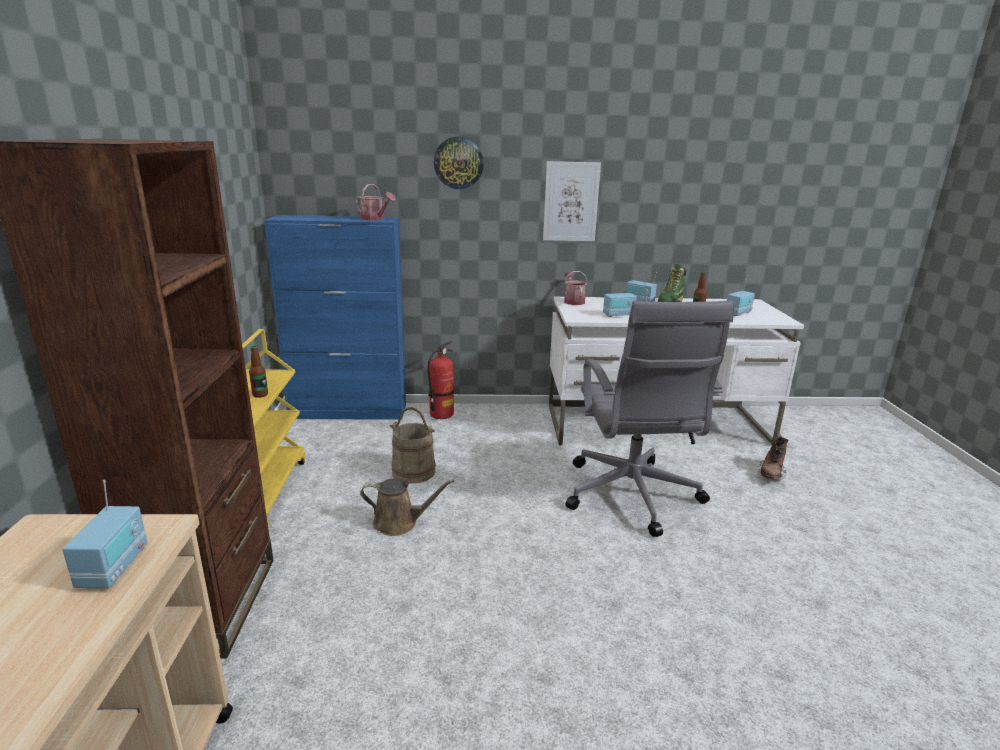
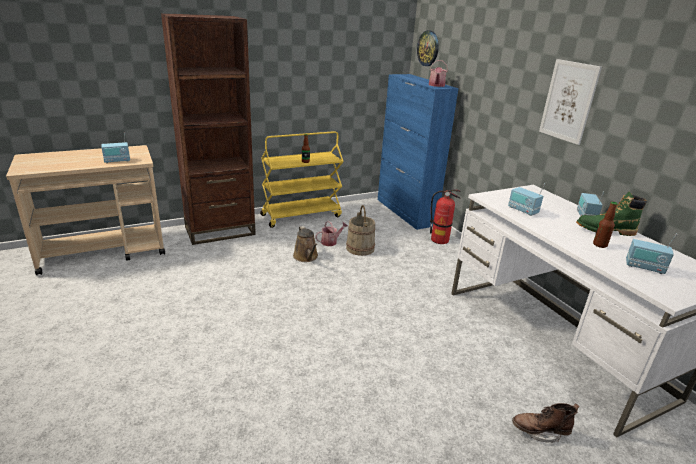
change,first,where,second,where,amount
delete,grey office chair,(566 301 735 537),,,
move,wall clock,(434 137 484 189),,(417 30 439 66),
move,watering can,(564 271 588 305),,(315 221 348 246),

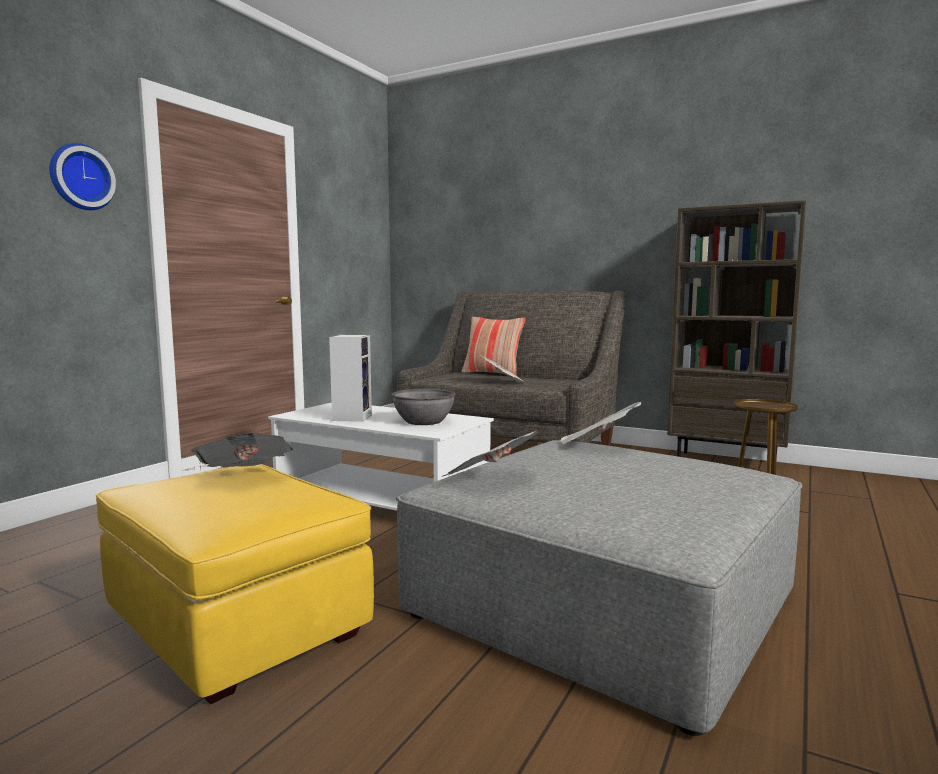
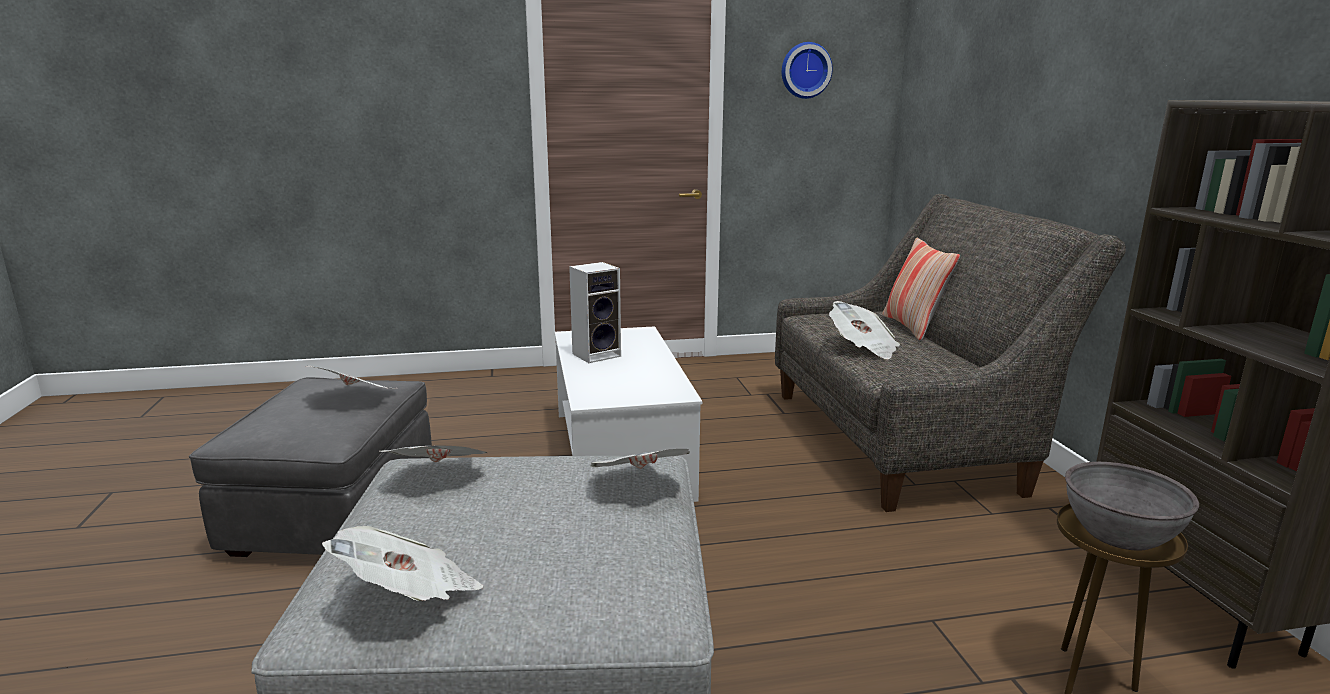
change,first,where,second,where,amount
insert,,,newspaper,(322 526 483 601),
move,wall clock,(50 143 116 210),,(782 42 833 99),
move,grey bowl,(391 389 456 425),,(1065 462 1199 551),
recolor,yellow ottoman,(96 464 374 704),grey ottoman,(189 377 432 557),

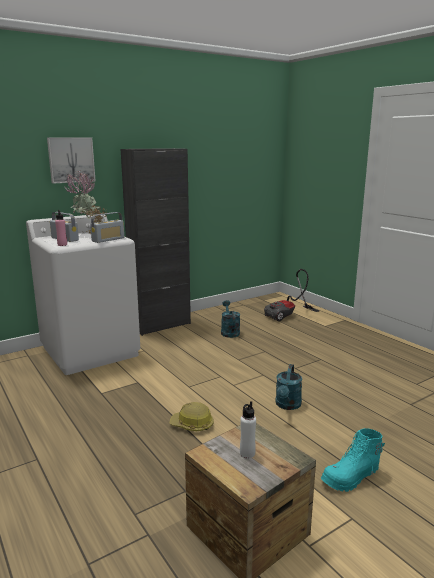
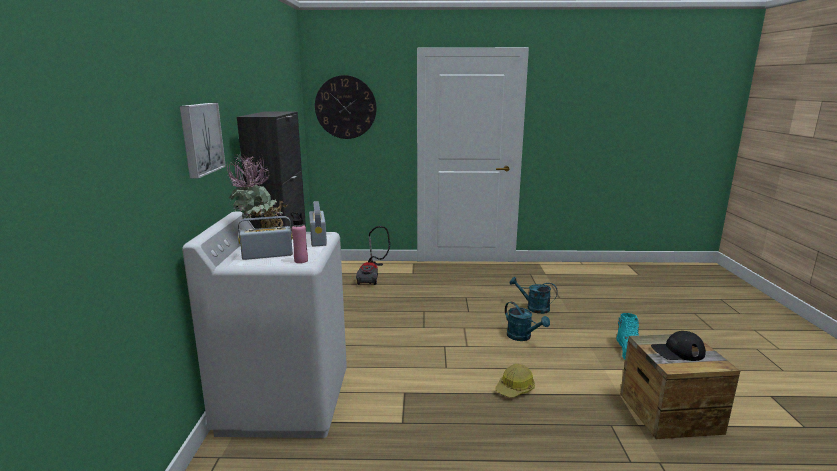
change,first,where,second,where,amount
insert,,,wall clock,(315 75 377 139),
move,turquoise watering can,(221 300 240 338),,(509 277 558 314),
replace,white bottle,(240 401 256 458),black cap,(651 331 706 361),

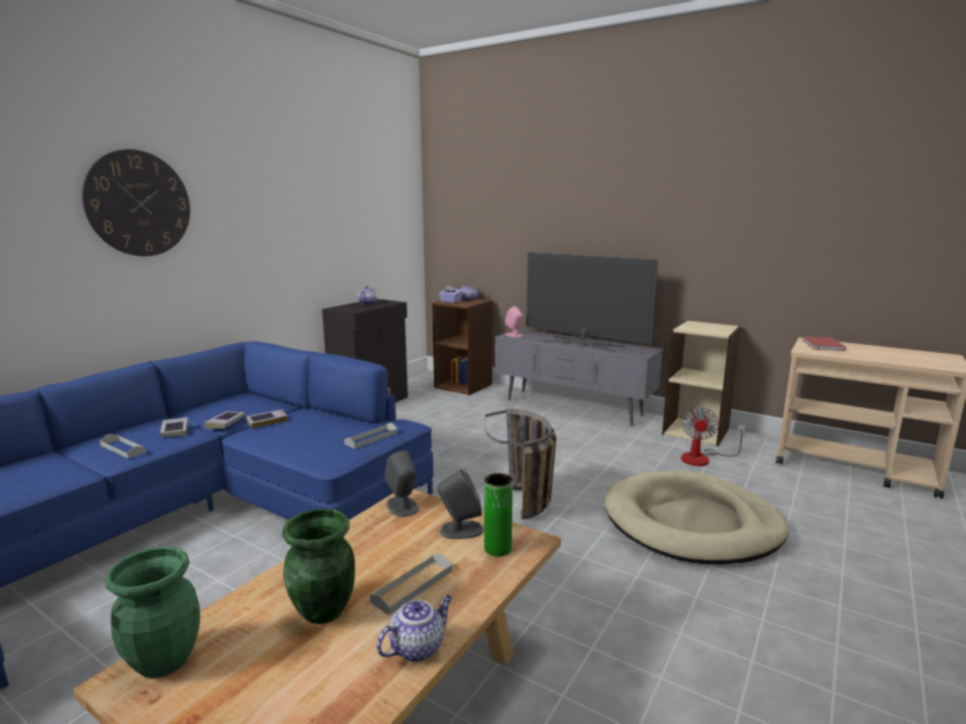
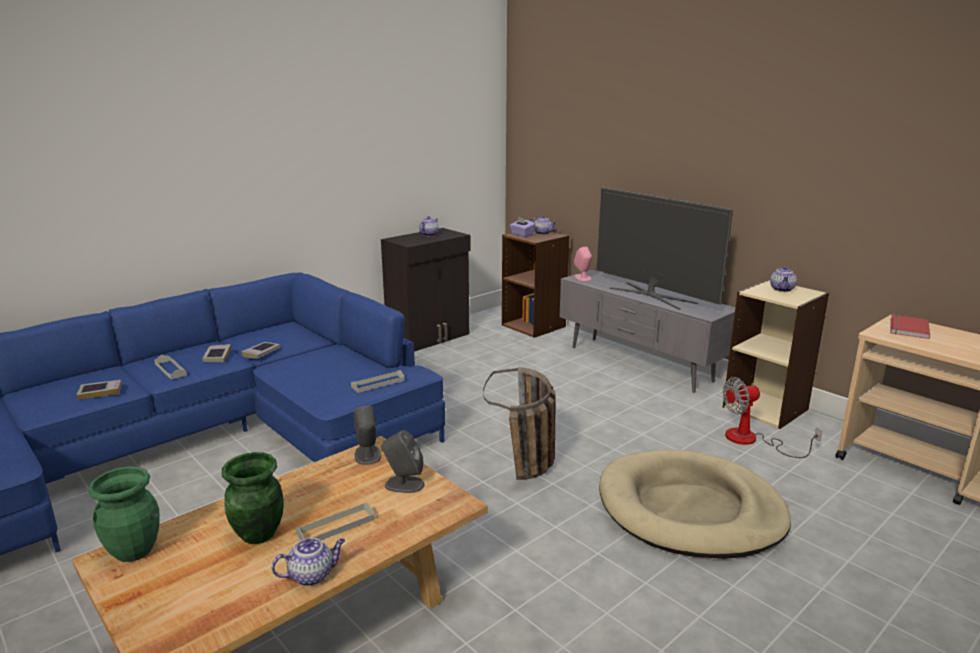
change,first,where,second,where,amount
delete,wall clock,(82 149 190 256),,,
delete,green vase,(484 473 513 557),,,
insert,,,teapot,(770 266 797 292),
move,book,(246 410 287 428),,(77 380 122 399),
rotate,fan,(681 407 746 466),,(723 377 822 458),45 degrees clockwise

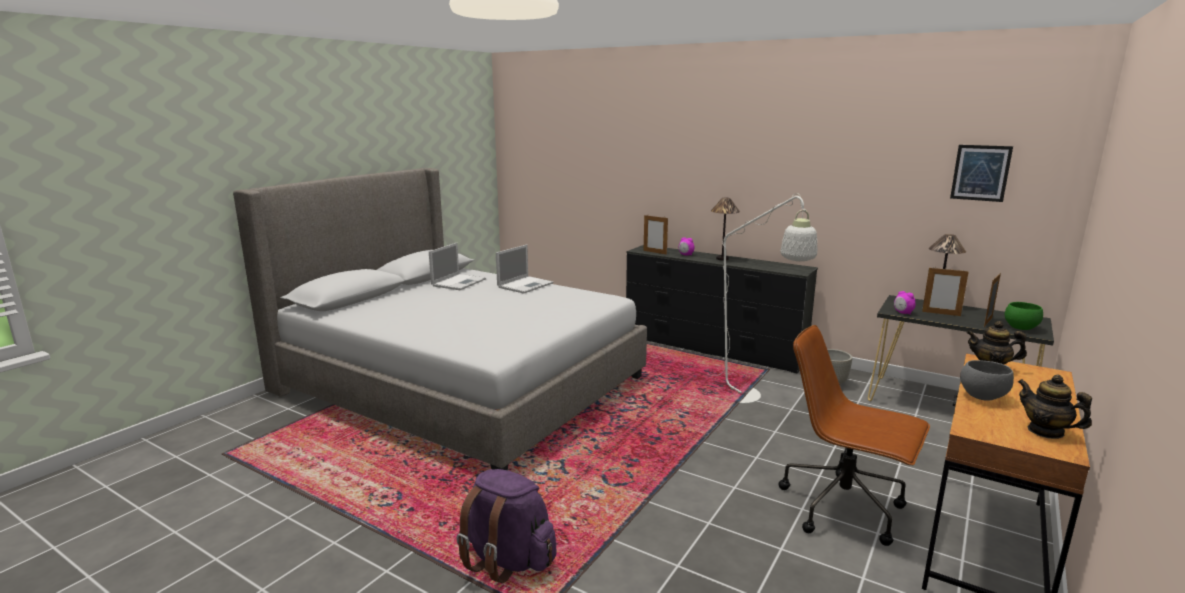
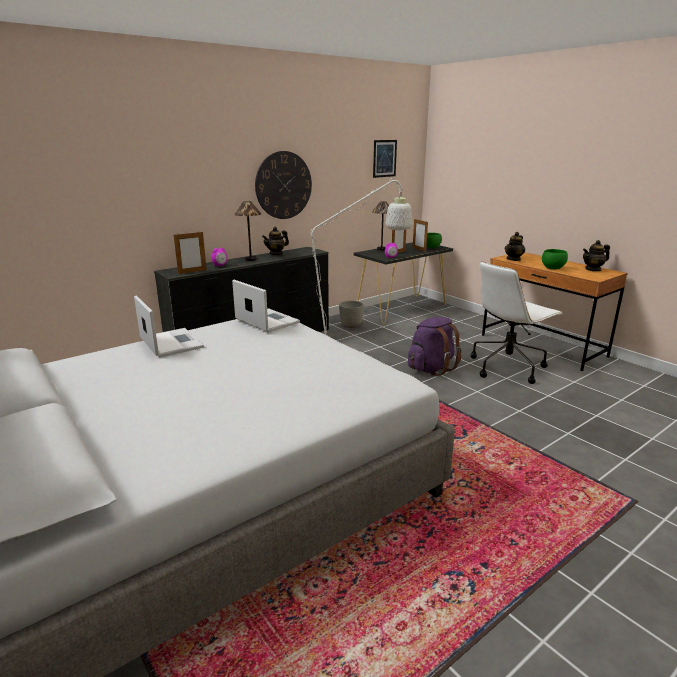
change,first,where,second,where,amount
insert,,,wall clock,(255 151 312 219),
insert,,,teapot,(262 227 289 256),
move,laptop,(429 243 486 290),,(232 280 300 333),
move,purple backpack,(456 469 557 583),,(408 317 462 376),
recolor,brown office chair,(779 325 930 546),white office chair,(471 261 563 384),
recolor,grey bowl,(960 360 1014 401),green bowl,(542 249 568 269),

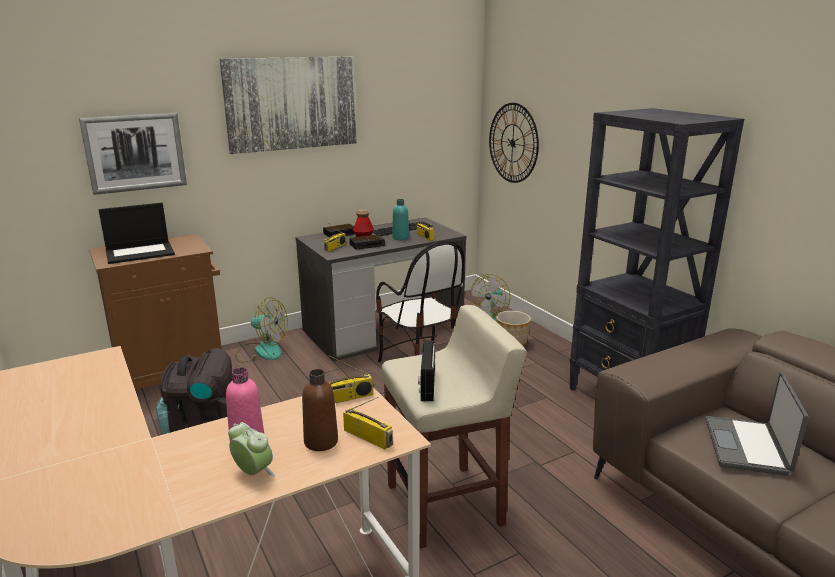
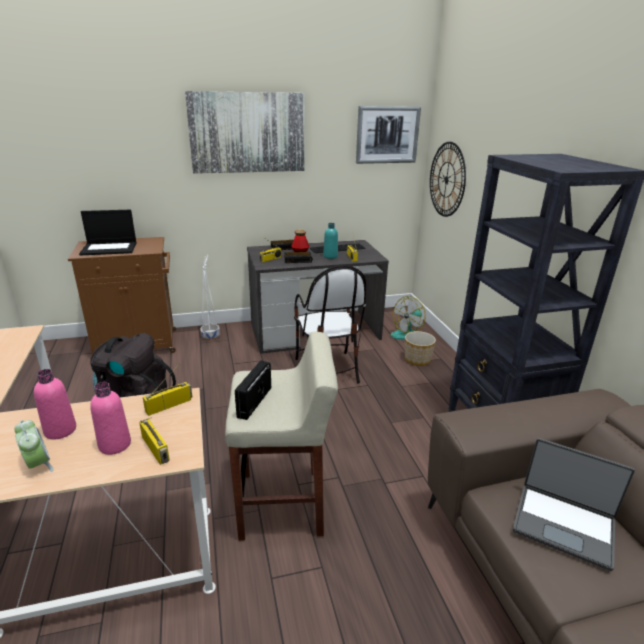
change,first,where,second,where,amount
move,picture,(79 113 187 195),,(356 106 421 164),
replace,fan,(235 297 288 363),white planter,(201 255 220 340),
recolor,brown bottle,(302 369 338 451),pink bottle,(90 382 131 455),
rotate,radio,(329 355 373 403),,(143 364 192 416),150 degrees clockwise
rotate,laptop,(705 373 808 476),,(513 438 635 571),90 degrees counterclockwise

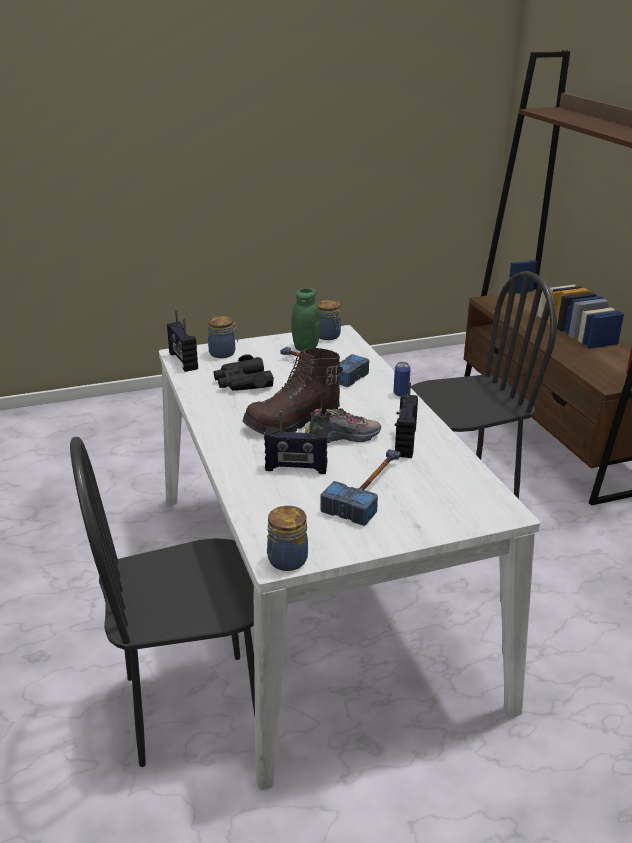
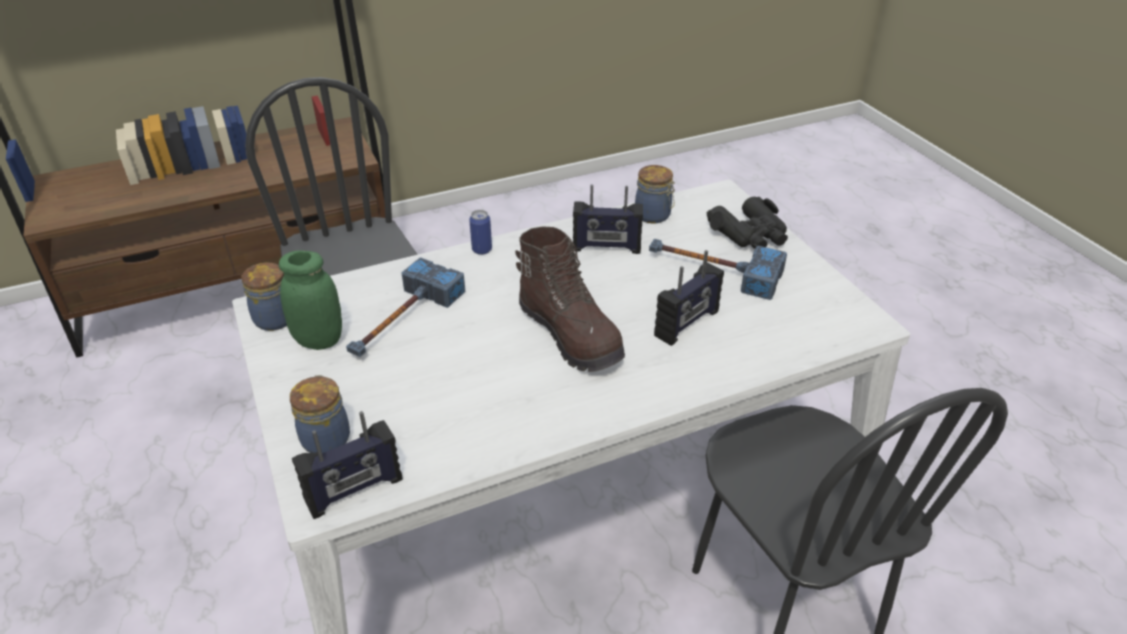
change,first,where,second,where,amount
delete,shoe,(305 408 381 443),,,
move,black binoculars,(214 354 274 391),,(707 197 788 249),
move,jar,(267 506 308 571),,(635 165 675 224),
rotate,radio,(264 411 328 474),,(654 250 724 346),45 degrees clockwise

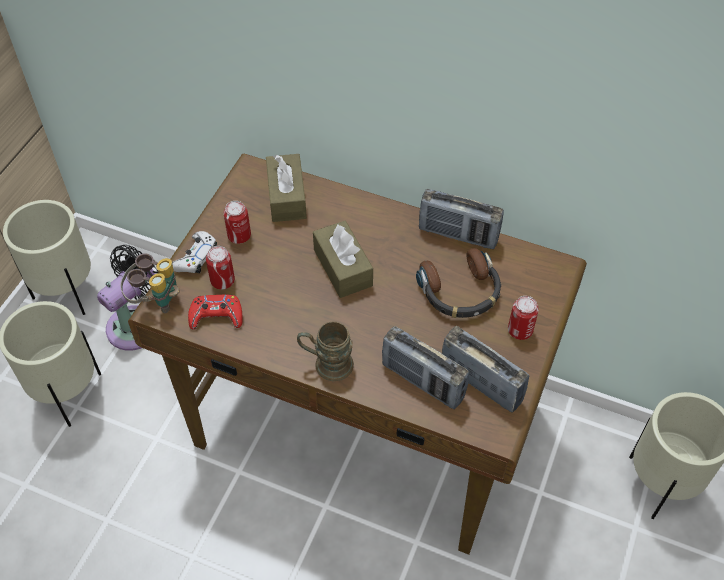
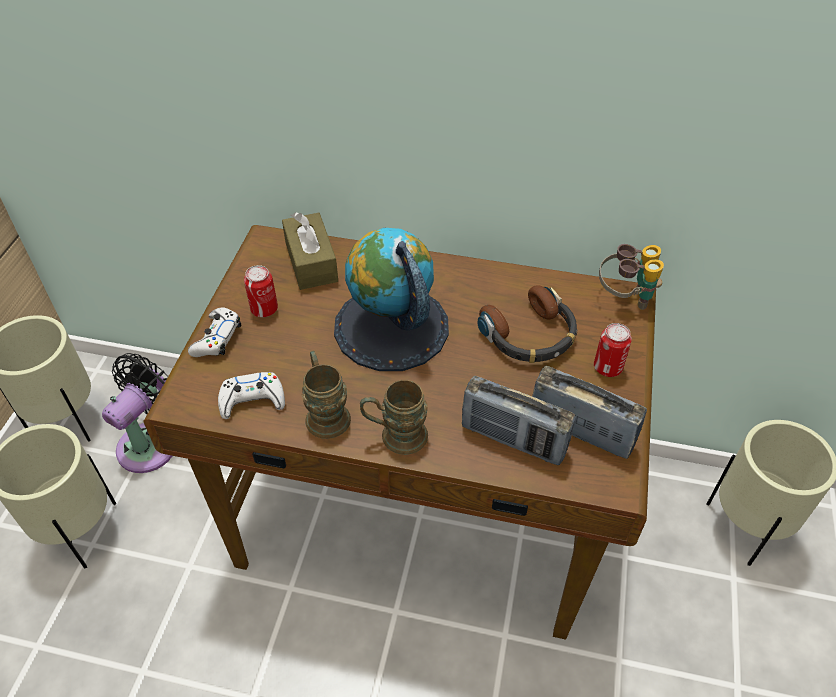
change,first,where,second,where,amount
delete,can,(206 246 235 289),,,
delete,radio,(419 189 504 249),,,
insert,,,brown mug,(301 351 351 439),
move,binoculars,(121 253 180 313),,(599 244 664 310),
replace,brown tissue box,(313 221 373 298),globe,(334 228 449 371),
recolor,red game controller,(188 295 243 330),white game controller,(218 372 285 419),

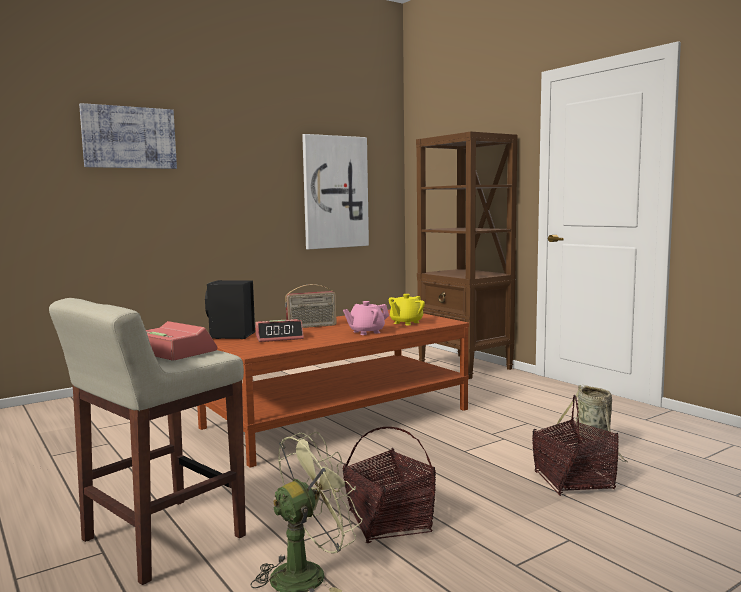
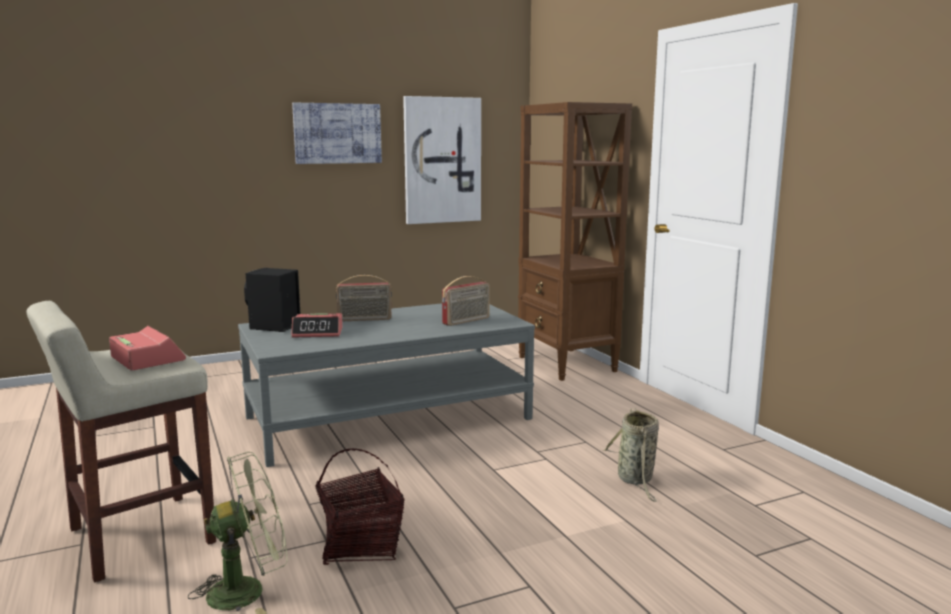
change,first,where,second,where,amount
delete,pink teapot,(343 301 389 335),,,
delete,basket,(532 395 618 496),,,
move,picture,(79 103 177 169),,(292 103 382 164),
replace,yellow teapot,(389 294 425 325),radio,(442 276 490 326),
recolor,brown coffee table,(197 310 469 468),grey coffee table,(238 303 535 467),

